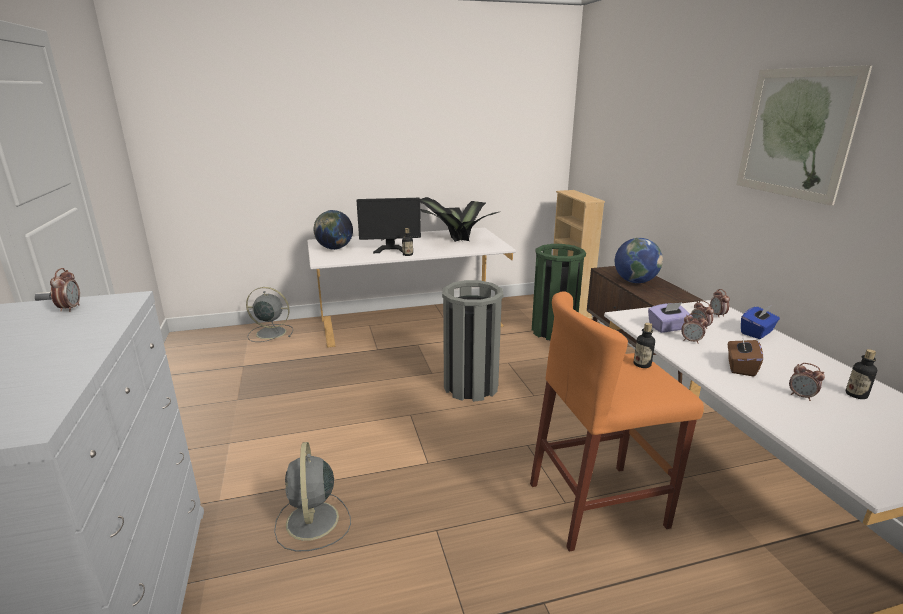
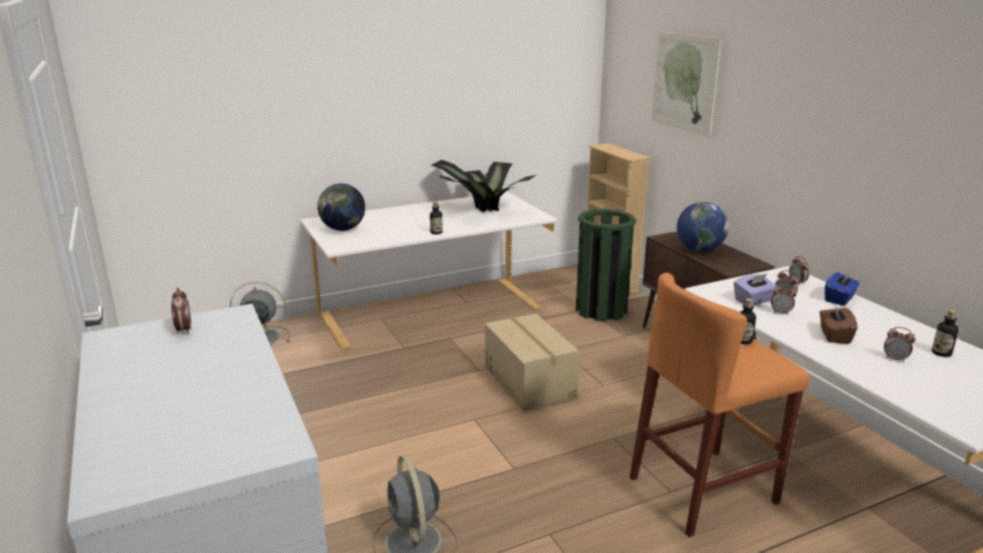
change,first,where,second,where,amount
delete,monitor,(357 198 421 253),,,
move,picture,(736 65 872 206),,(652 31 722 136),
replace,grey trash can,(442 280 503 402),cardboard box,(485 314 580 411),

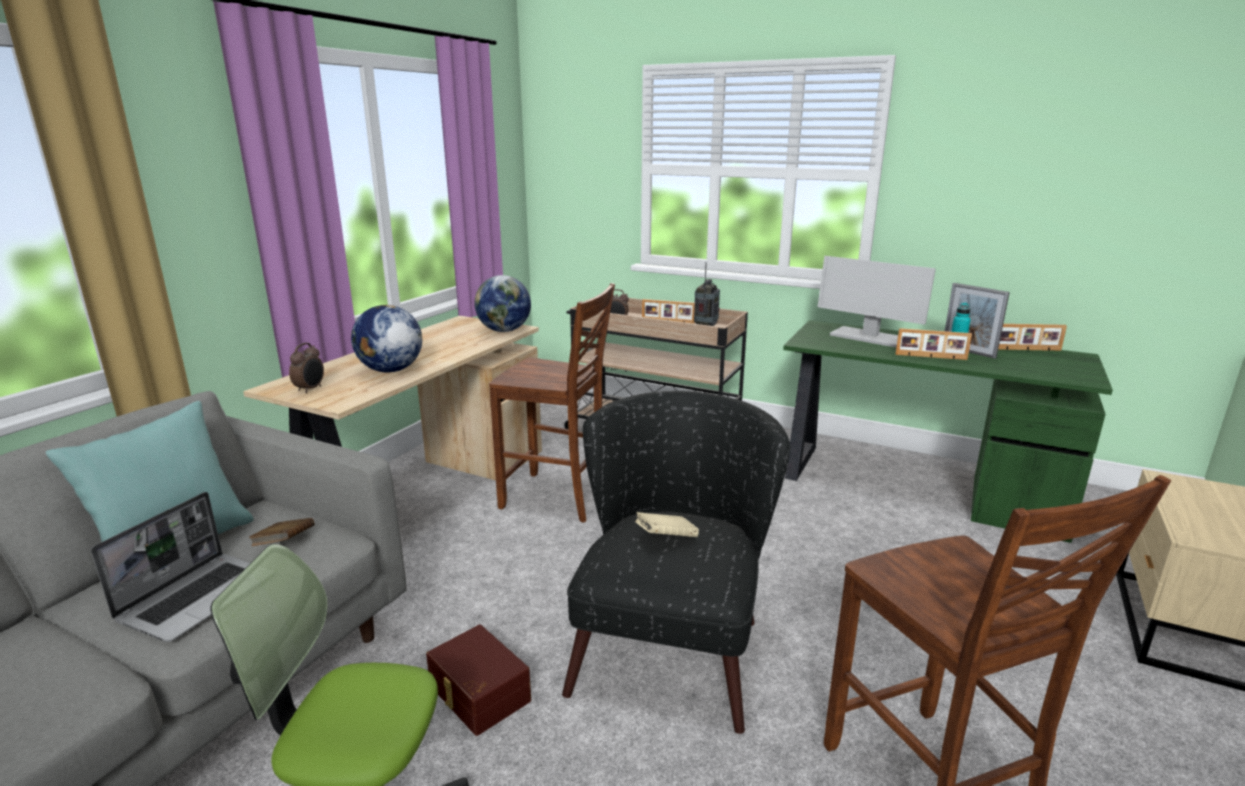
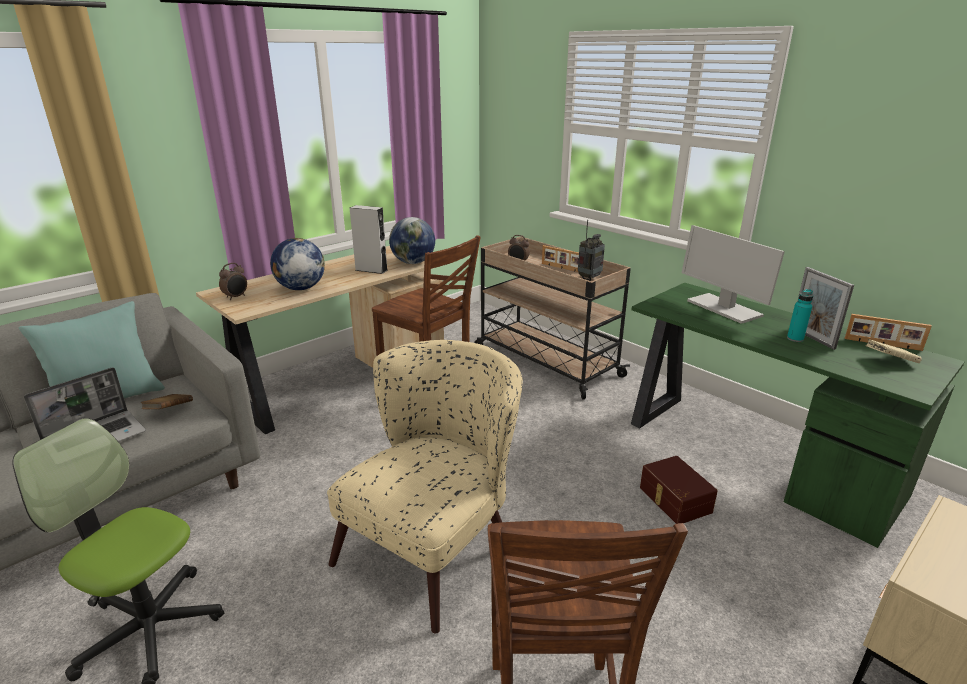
change,first,where,second,where,amount
delete,picture frame,(895 328 972 360),,,
insert,,,grey speaker,(350 205 387 274),
move,brown storage box,(426 624 531 736),,(640 456 718 524),
move,beige book,(635 512 699 537),,(866 339 922 363),
recolor,black armchair,(562 391 790 734),beige armchair,(327 340 523 633),

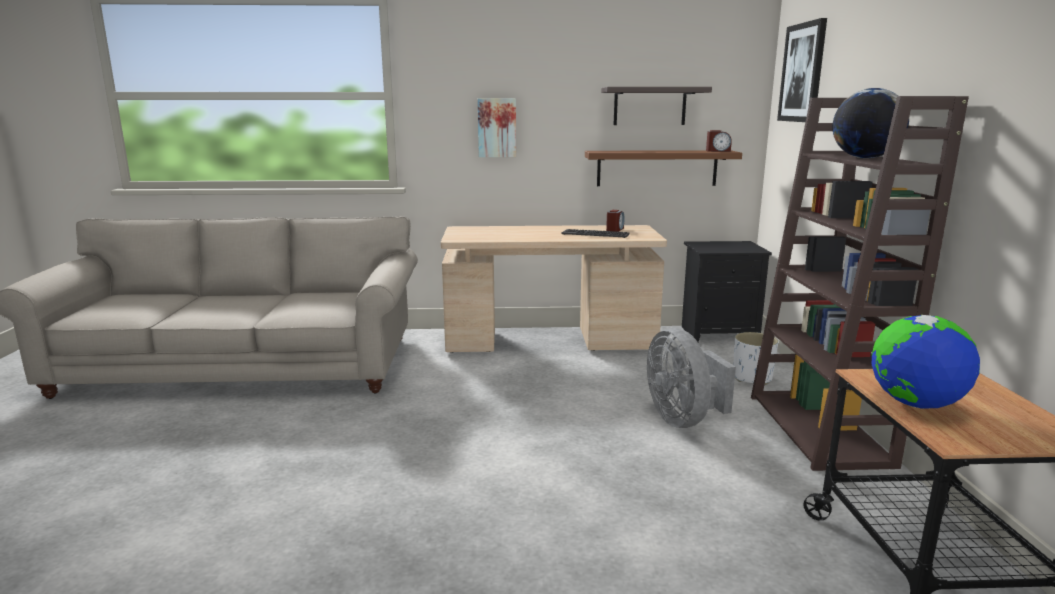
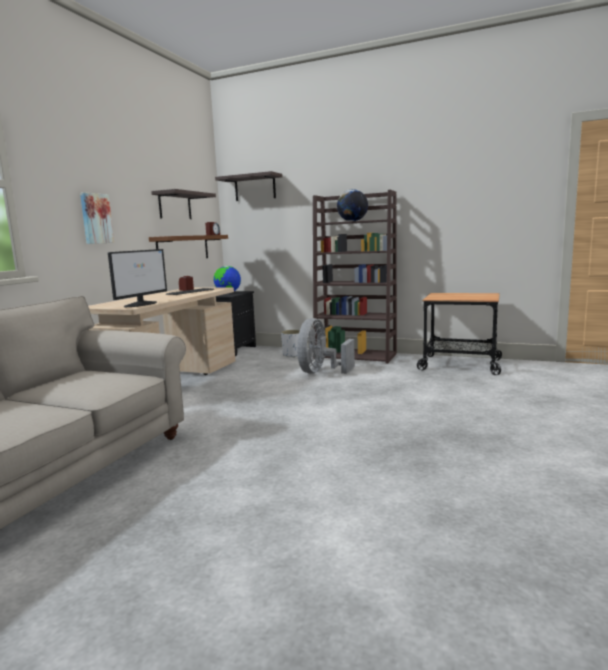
change,first,where,second,where,amount
insert,,,monitor,(108 249 167 307),
move,globe,(871 315 980 409),,(213 266 241 291),
replace,picture,(777 18 827 122),shelf,(215 171 282 201),
rotate,grey fan,(647 328 736 428),,(297 318 355 374),105 degrees clockwise

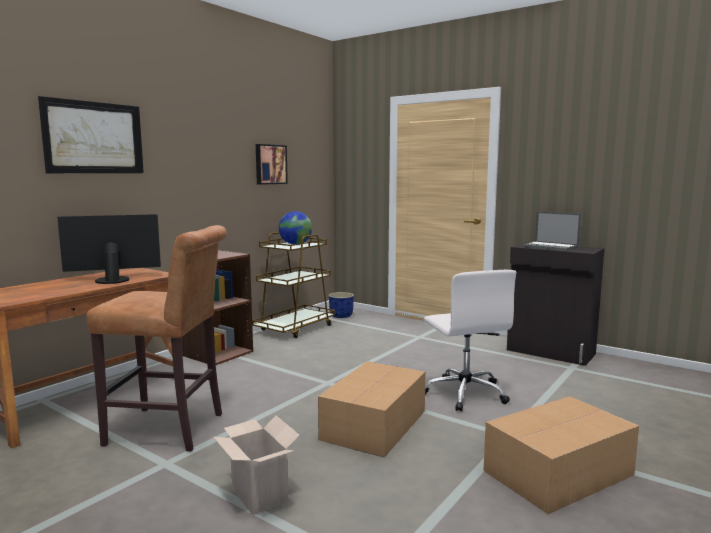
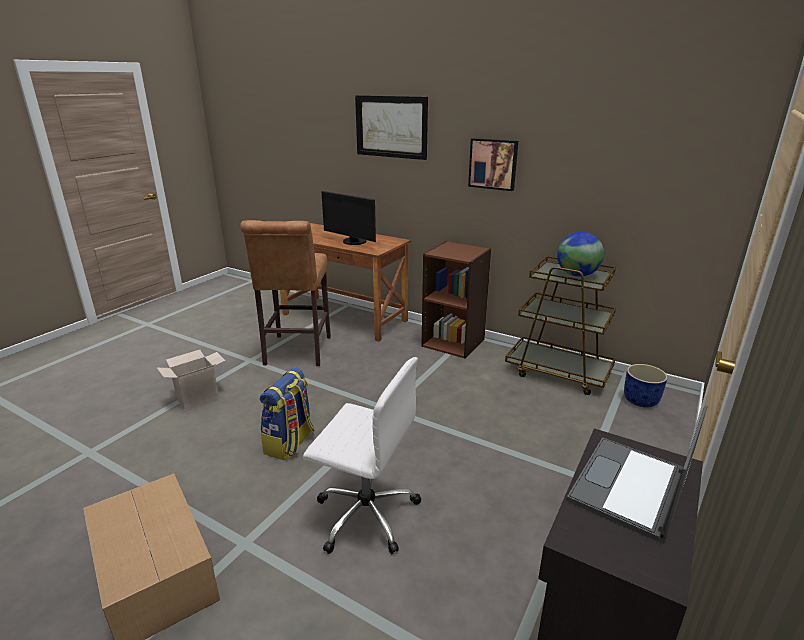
change,first,where,second,where,amount
move,picture,(256 144 288 185),,(468 138 518 191),
replace,cardboard box,(318 361 426 458),backpack,(260 368 314 461),
rotate,monitor,(57 214 161 284),,(321 191 376 245),150 degrees clockwise
rotate,white office chair,(423 270 516 412),,(303 357 421 555),135 degrees counterclockwise

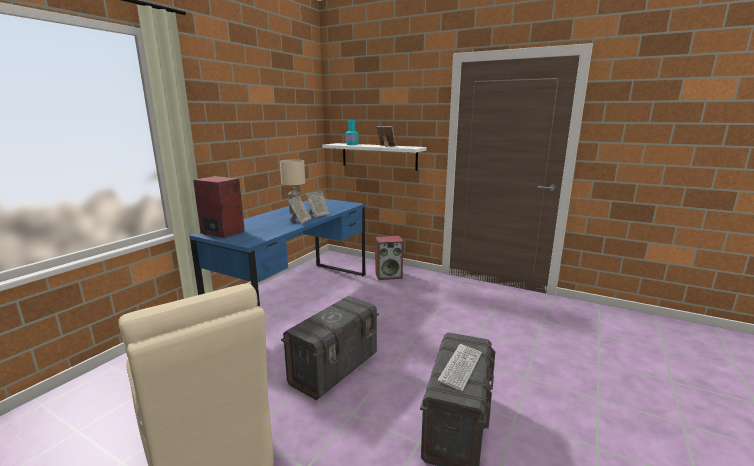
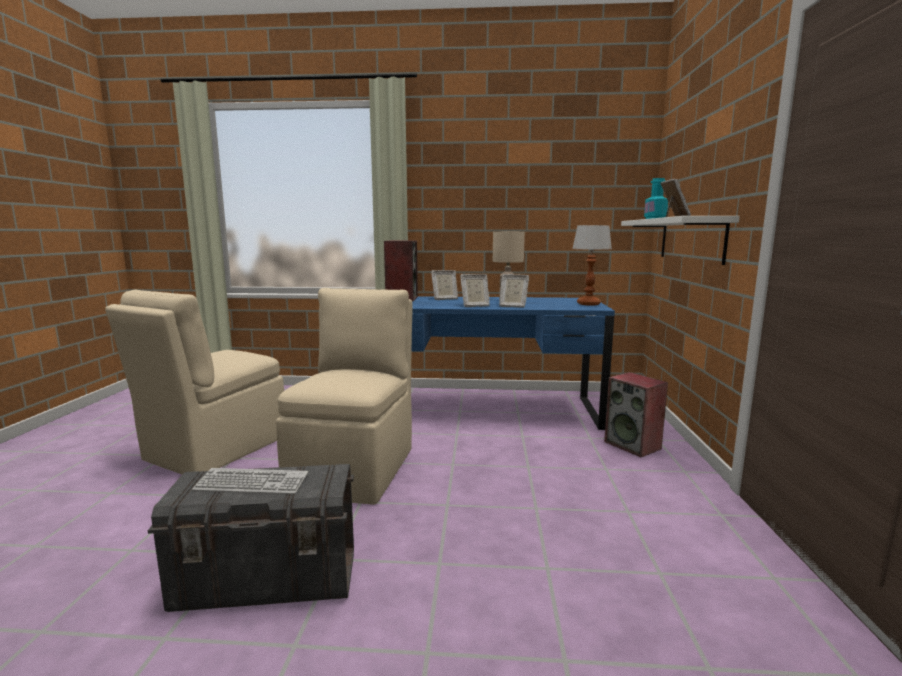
change,first,where,second,where,amount
insert,,,picture frame,(431 270 458 300),
insert,,,table lamp,(572 225 612 306),
replace,grey storage box,(281 296 379 400),beige chair,(276 288 413 505),

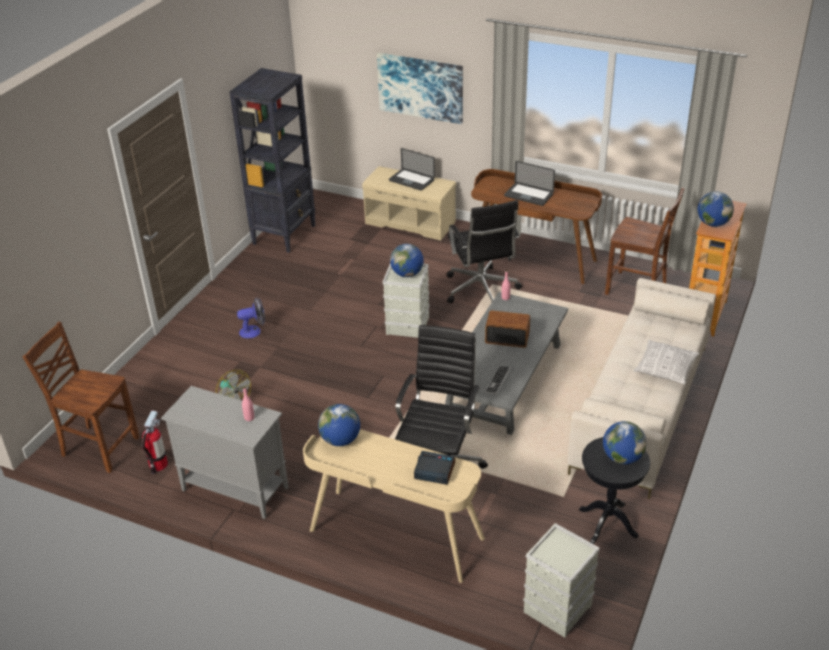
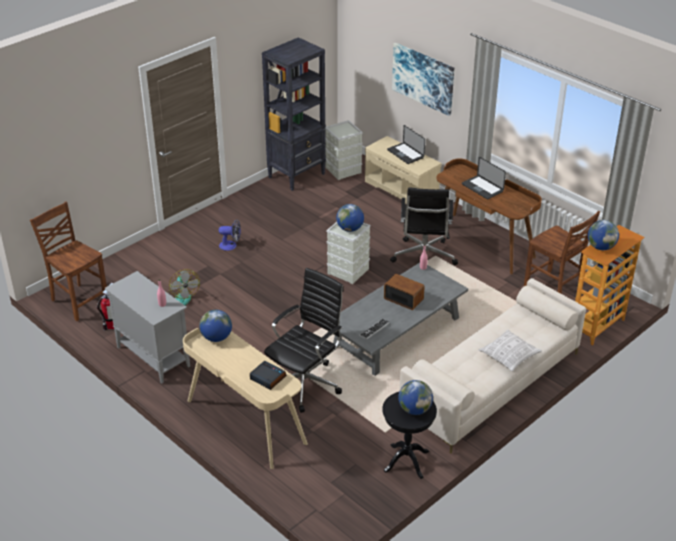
change,first,where,second,where,amount
move,grey storage box,(523 523 600 638),,(325 120 363 180),

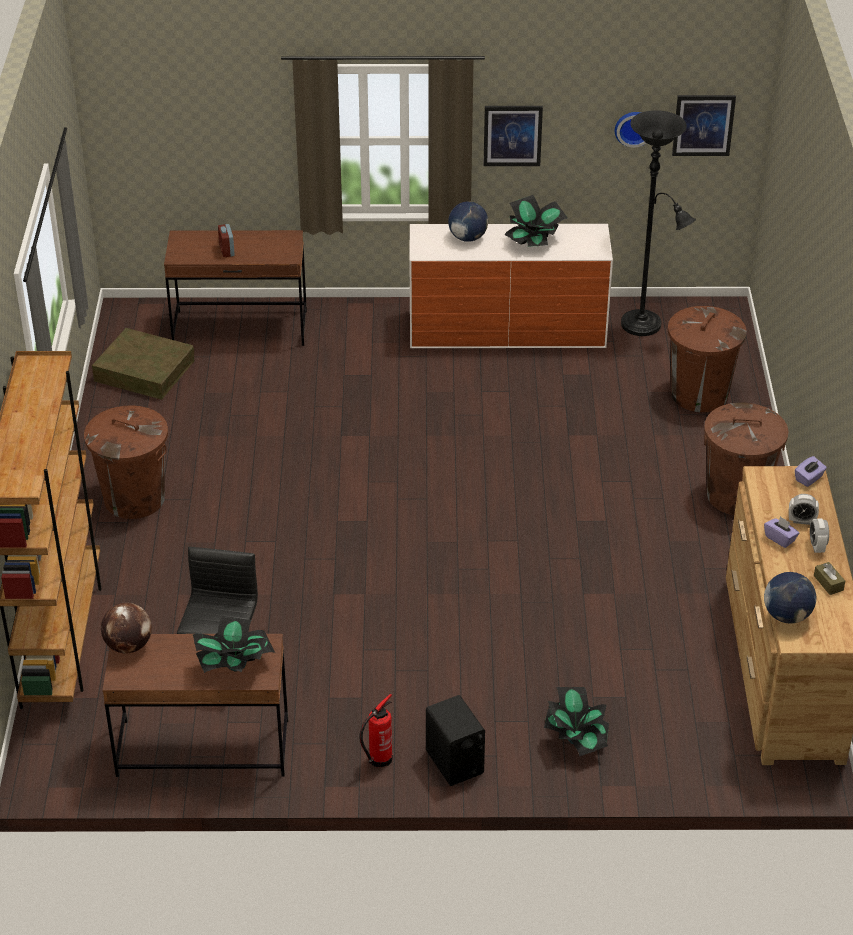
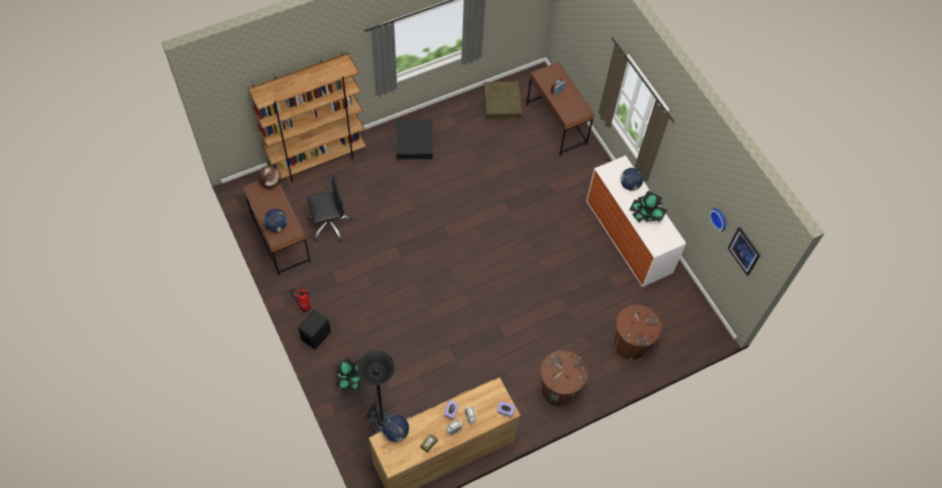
change,first,where,second,where,amount
delete,picture,(484 106 543 166),,,
move,black floor lamp,(621 110 696 336),,(357 351 395 434),
replace,brown trash can,(84 405 168 519),black storage box,(396 120 433 159),
replace,potted plant,(193 618 275 673),globe,(263 209 288 232),

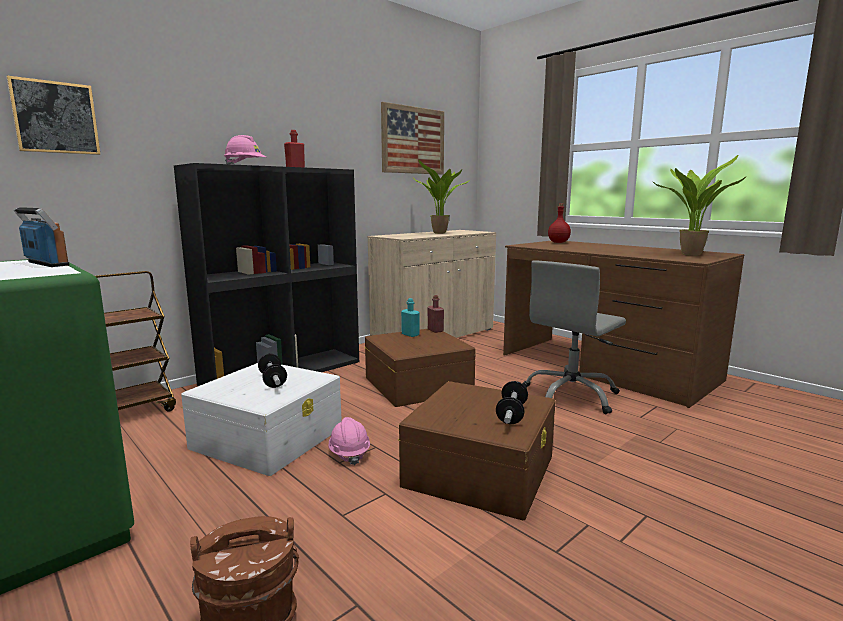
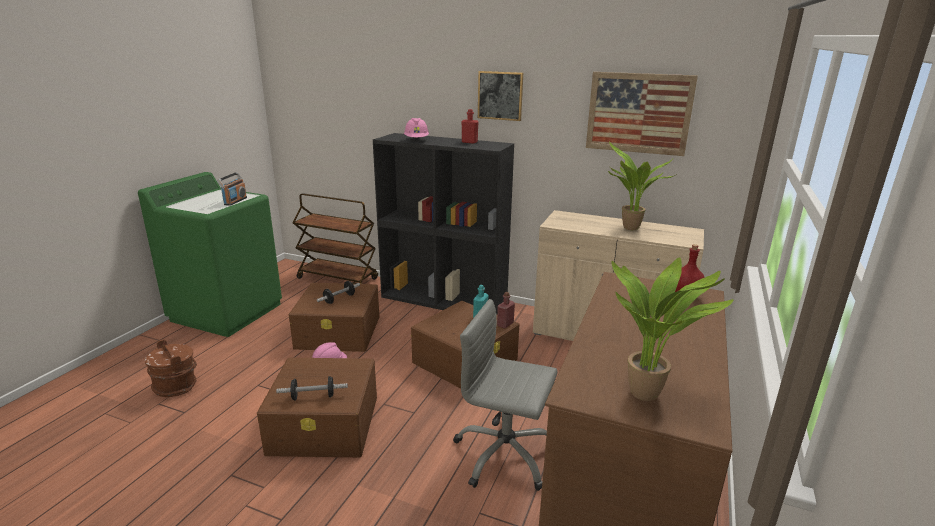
change,first,where,second,where,amount
move,picture,(6 76 100 155),,(478 71 523 121),
recolor,white storage box,(181 363 342 476),brown storage box,(289 283 379 352),

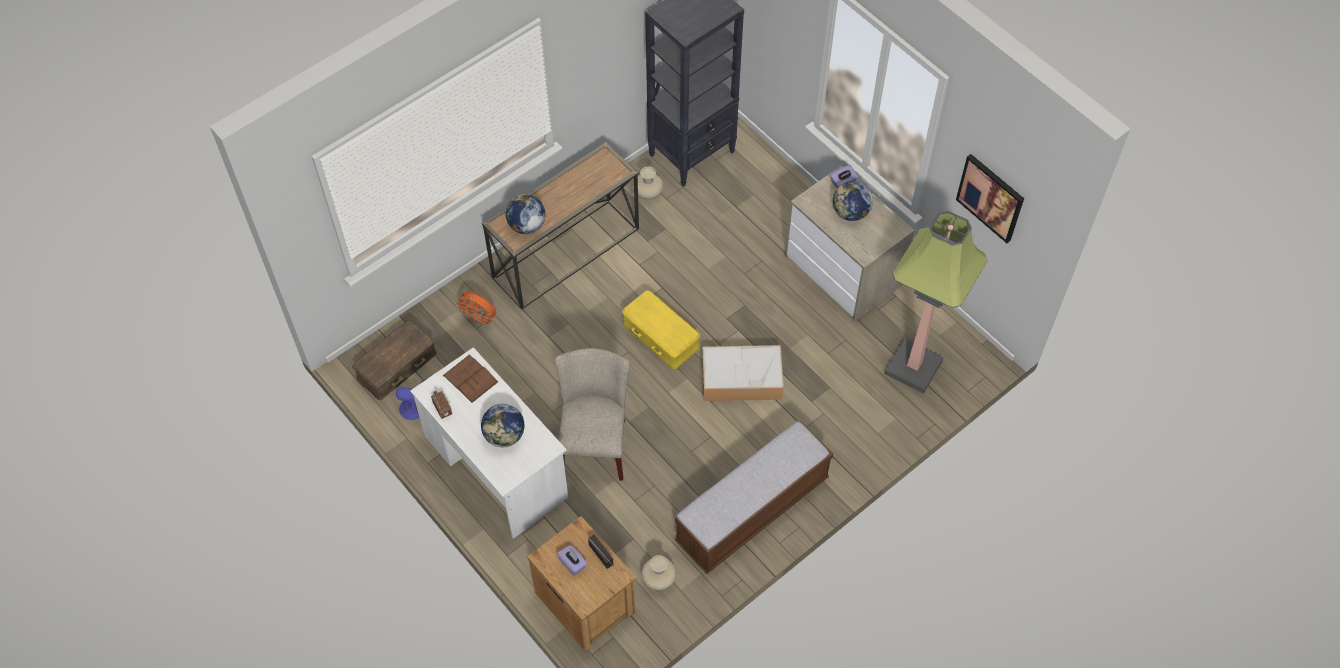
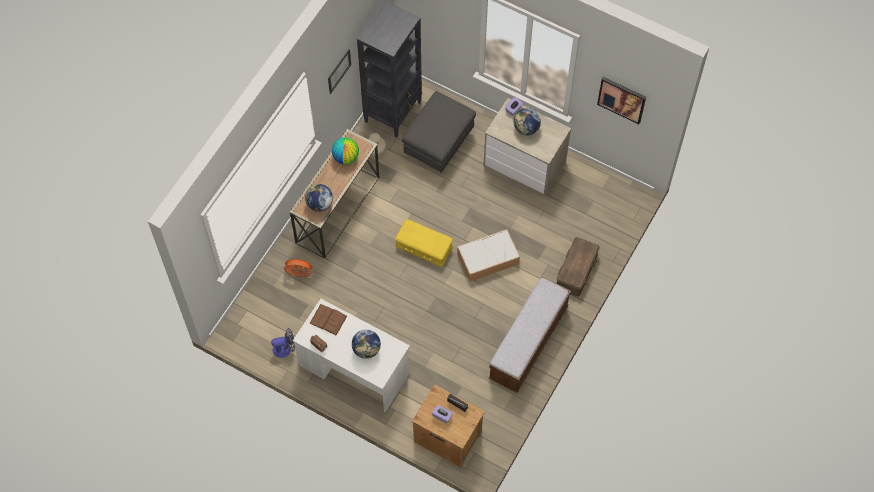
change,first,where,second,where,amount
delete,beige chair,(555 348 630 481),,,
delete,beige vase,(642 555 676 590),,,
delete,floor lamp,(885 211 988 393),,,
insert,,,picture,(328 49 351 94),
insert,,,globe,(332 137 359 165),
insert,,,grey ottoman,(402 91 476 173),
move,brown storage box,(352 320 437 400),,(556 237 599 296),

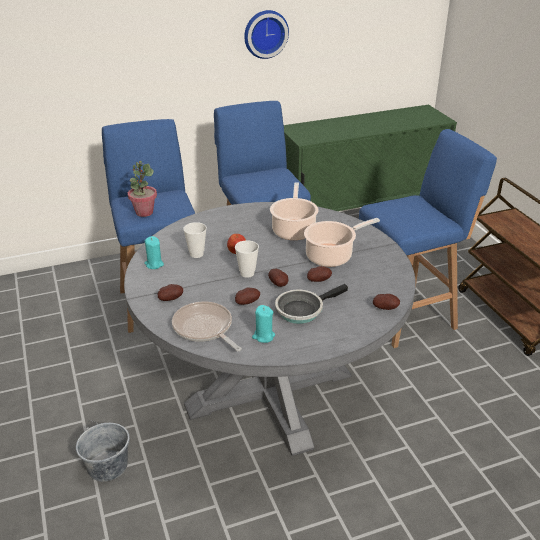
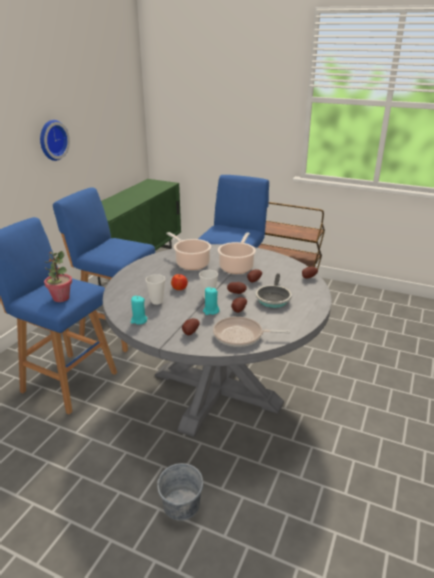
change,first,where,second,where,amount
move,turquoise candle,(252 305 275 343),,(203 287 220 315),

